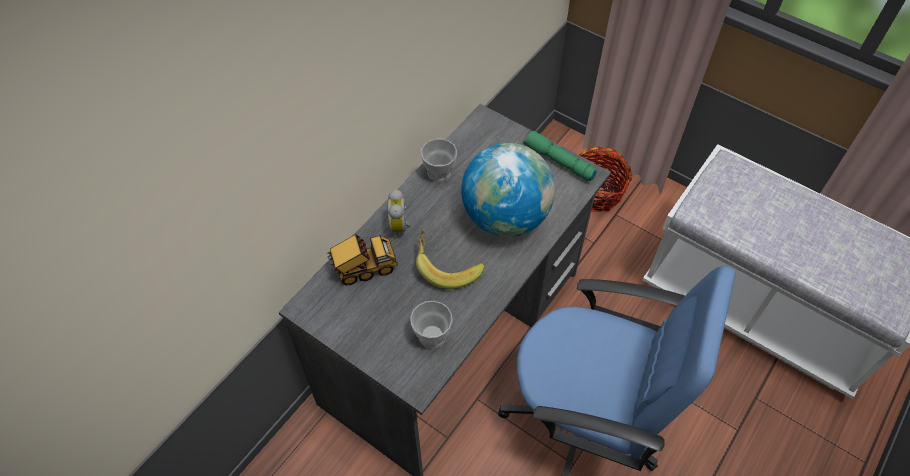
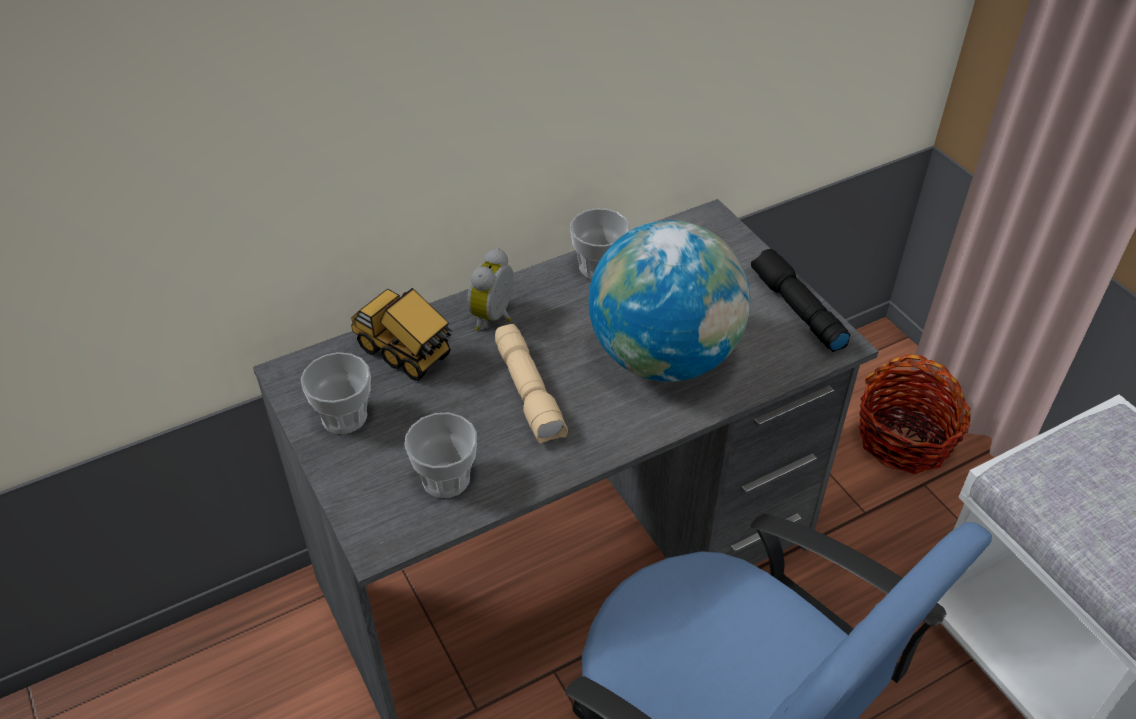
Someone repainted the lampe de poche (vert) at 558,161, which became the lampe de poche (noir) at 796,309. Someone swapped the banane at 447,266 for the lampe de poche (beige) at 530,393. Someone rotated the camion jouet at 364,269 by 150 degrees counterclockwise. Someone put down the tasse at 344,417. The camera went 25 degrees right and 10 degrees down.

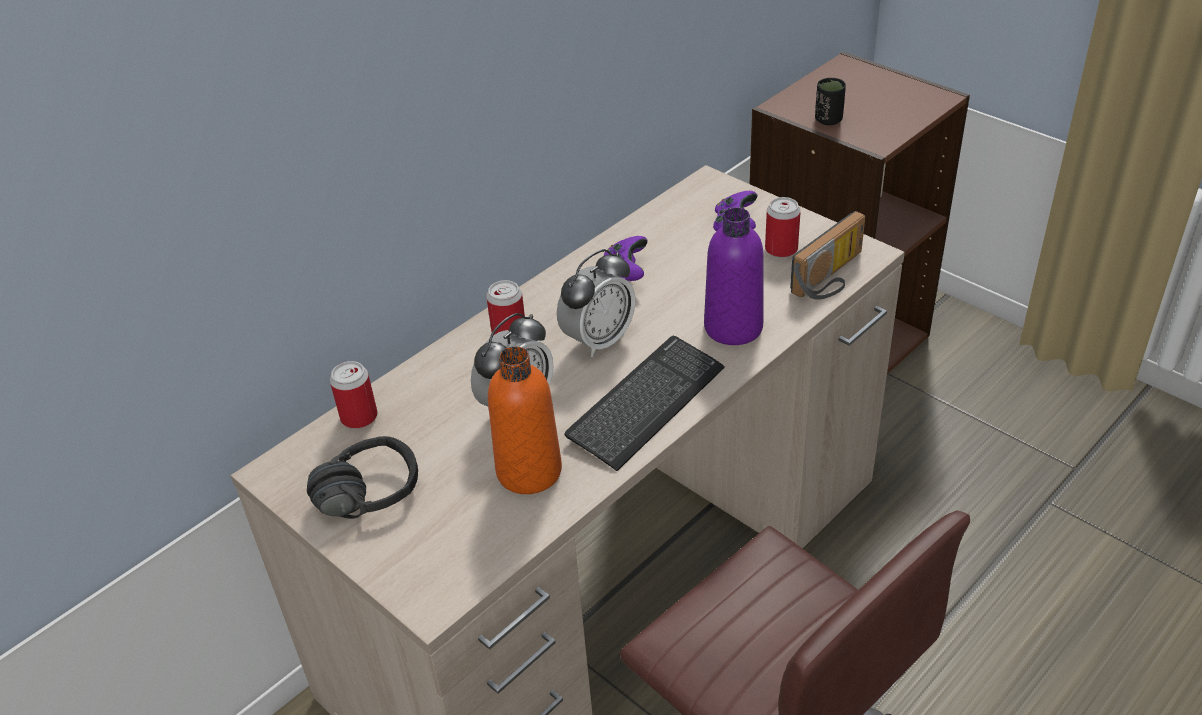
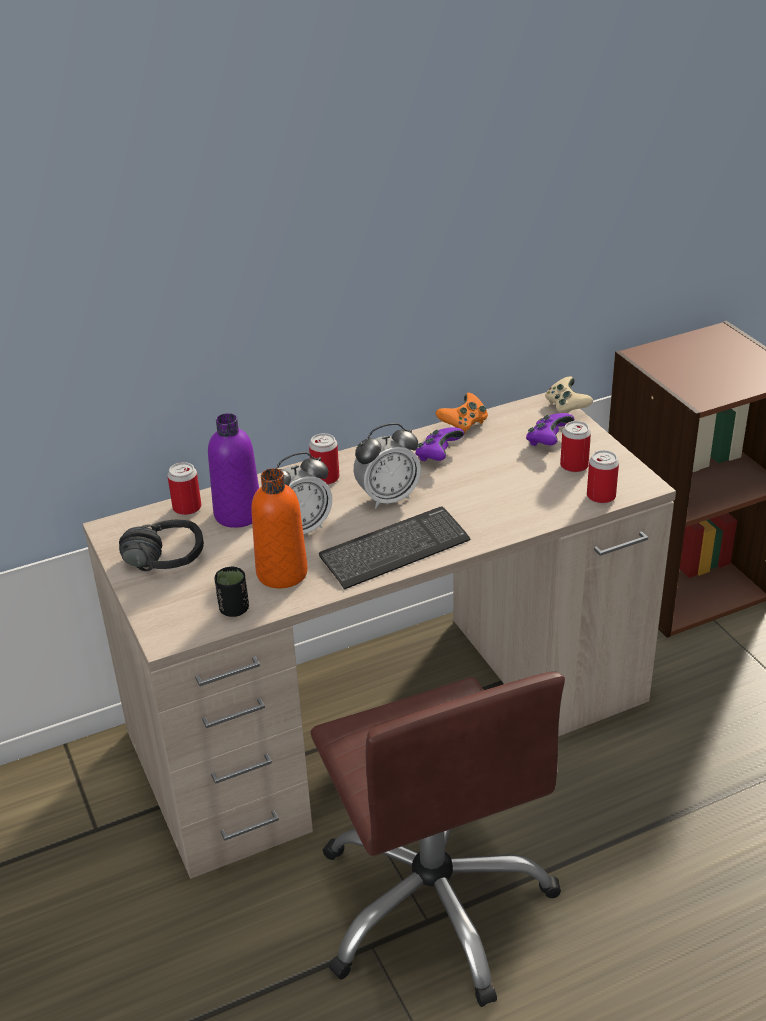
Someone carried the tasse (noir) from 828,120 to 234,609. Someone carried the bouteille (violet) from 733,327 to 238,514. Someone swapped the radio at 832,278 for the boîte métallique at 601,496. Someone put down the manette (beige) at 566,407. Someone put down the manette (orange) at 463,424. The camera went 20 degrees right and 5 degrees down.

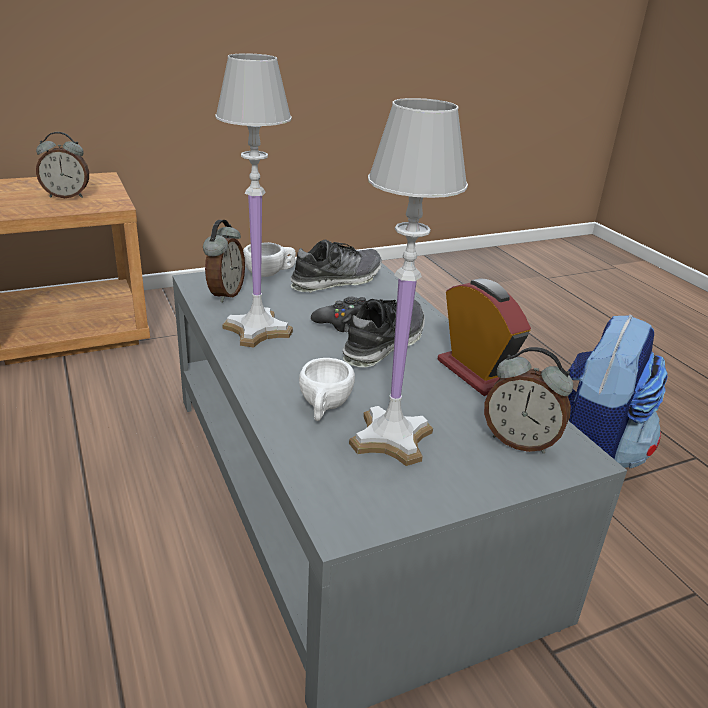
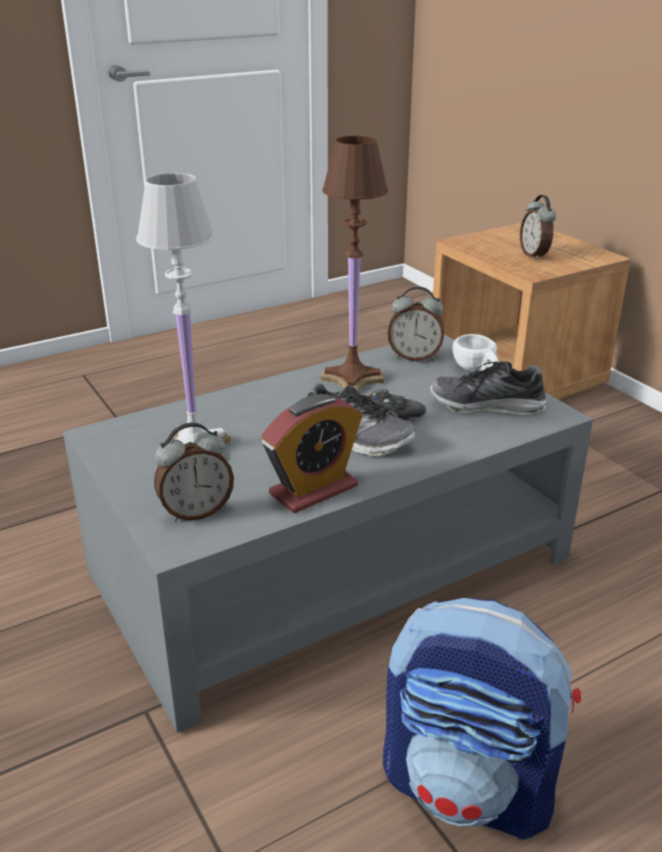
Someone repainted the lampe de table (blanc) at 257,329, which became the lampe de table (marron) at 353,378. Someone rotated the chaussure at 337,281 by 135 degrees clockwise. Someone rotated the réveil at 520,441 by 135 degrees counterclockwise. Someone took away the tasse (blanc) at 324,408. The camera went 85 degrees right and 0 degrees up.

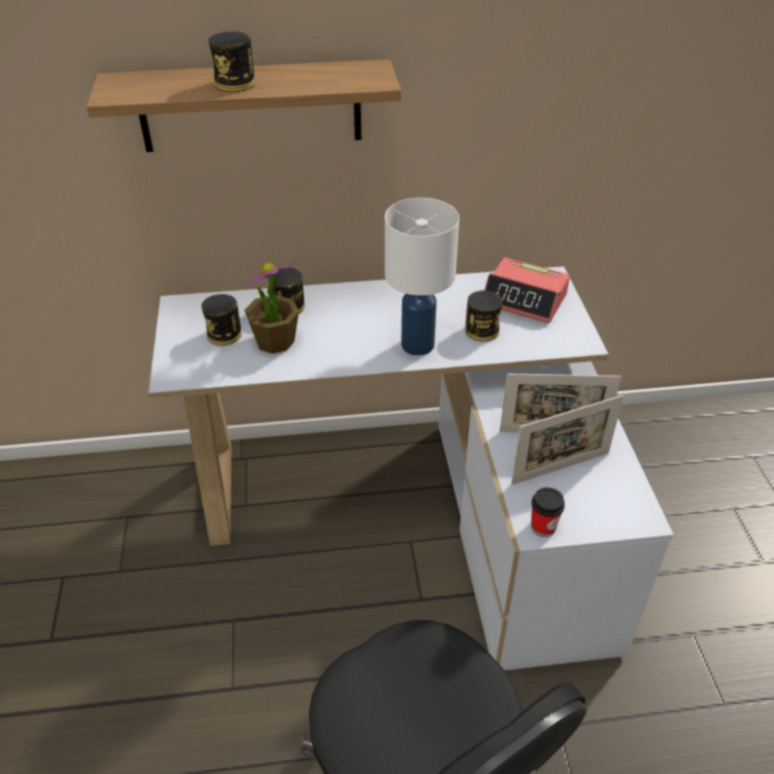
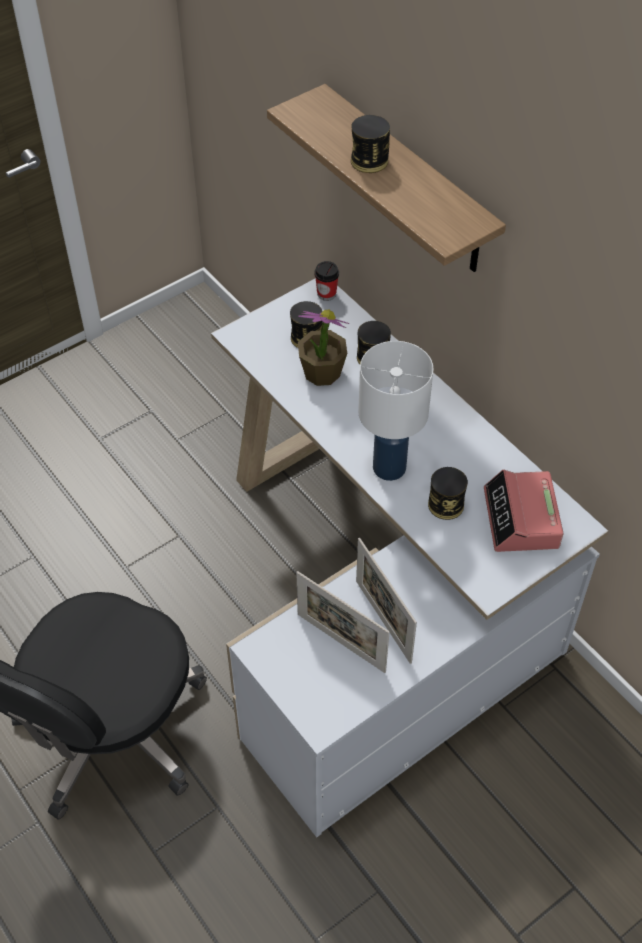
Someone carried the tasse from 543,527 to 326,294. The camera went 60 degrees right and 10 degrees up.

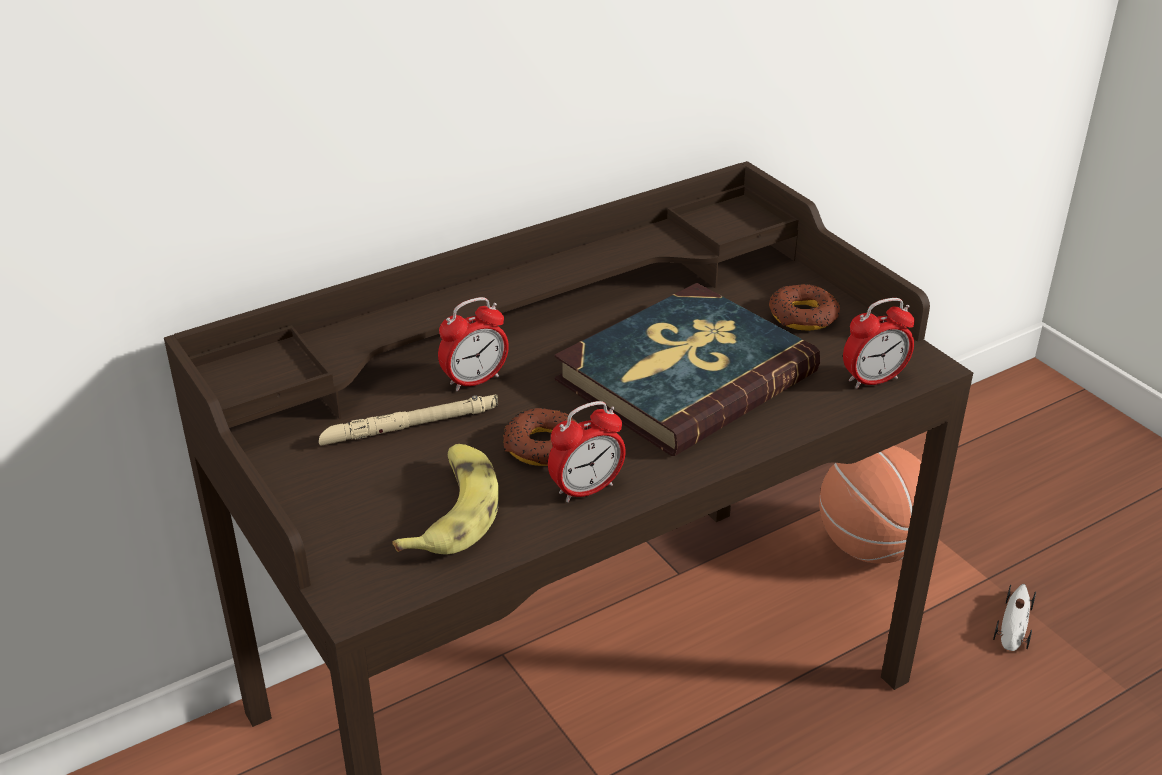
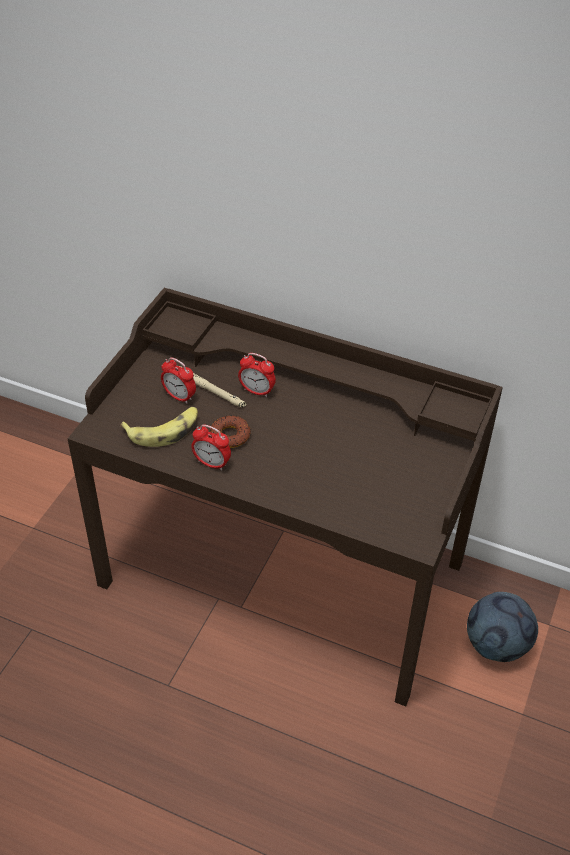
Someone took away the livre at 684,376. Someone took away the beignet at 803,316. Someone carried the réveil from 873,380 to 179,397. Someone swapped the ballon de basket at 871,545 for the ballon de foot at 496,645. Someone took away the petite voiture at 1015,621. The camera went 55 degrees right and 10 degrees up.

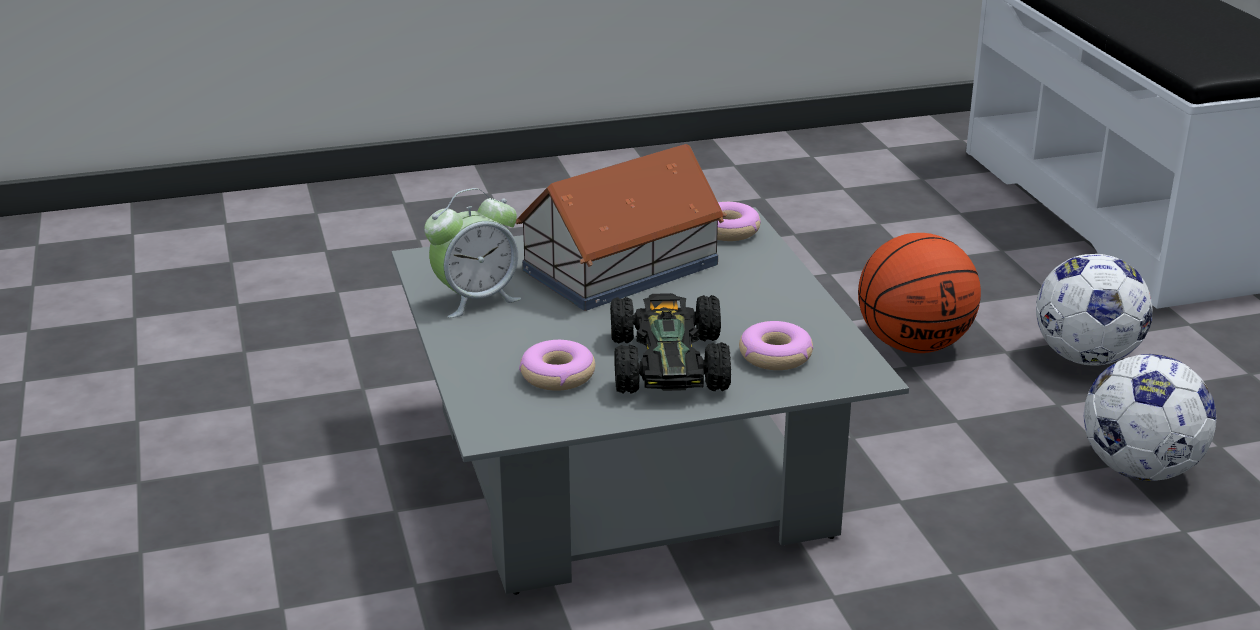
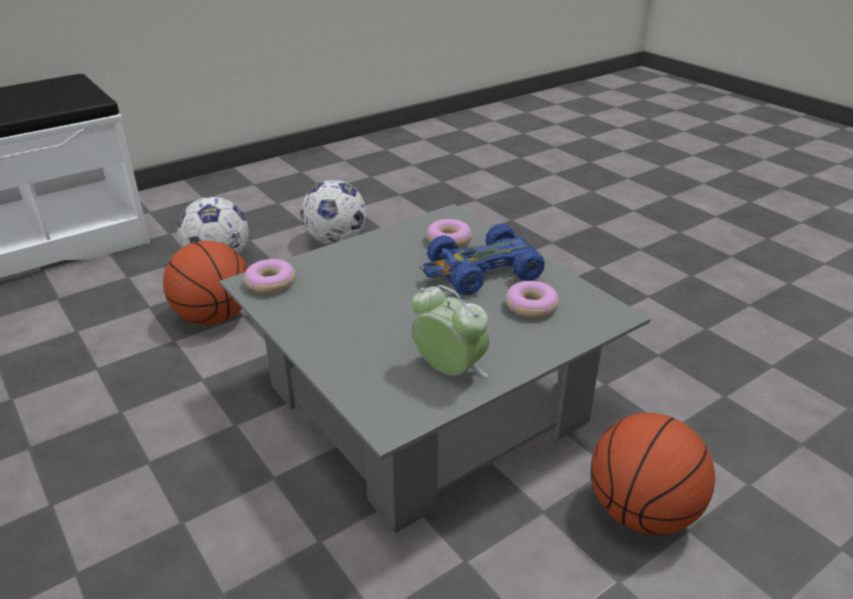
Someone took away the maison miniature at 618,267. Someone repainted the petite voiture (noir) at 667,361, which became the petite voiture (bleu) at 482,272. Someone put down the ballon de basket at 642,512. The camera went 110 degrees left and 5 degrees up.

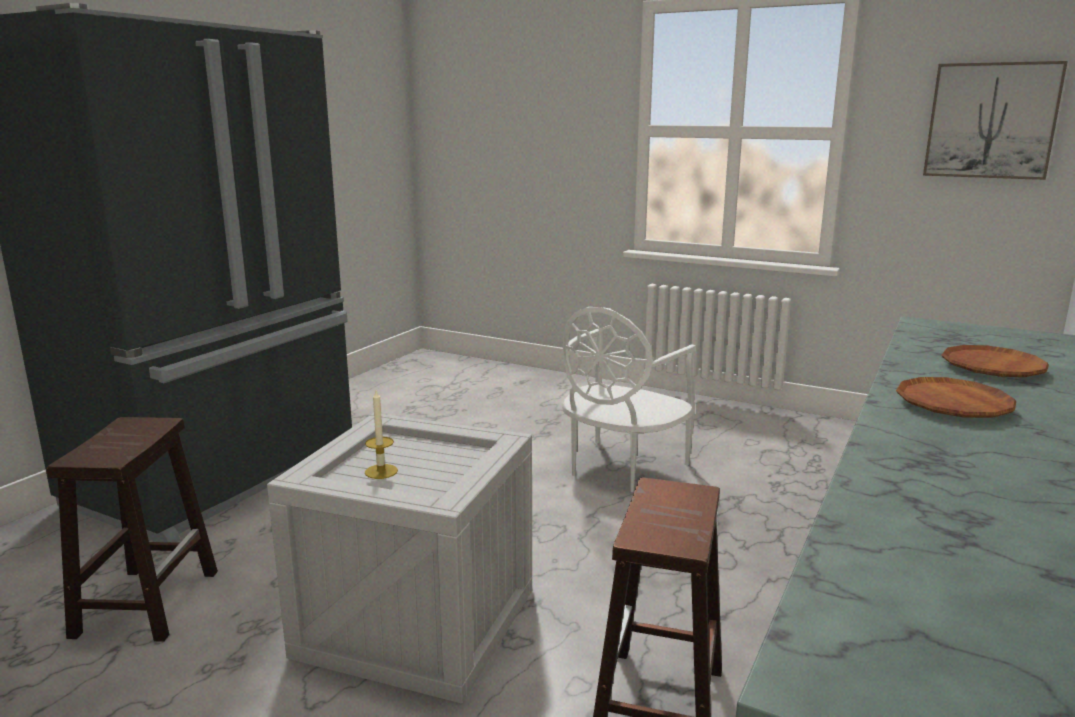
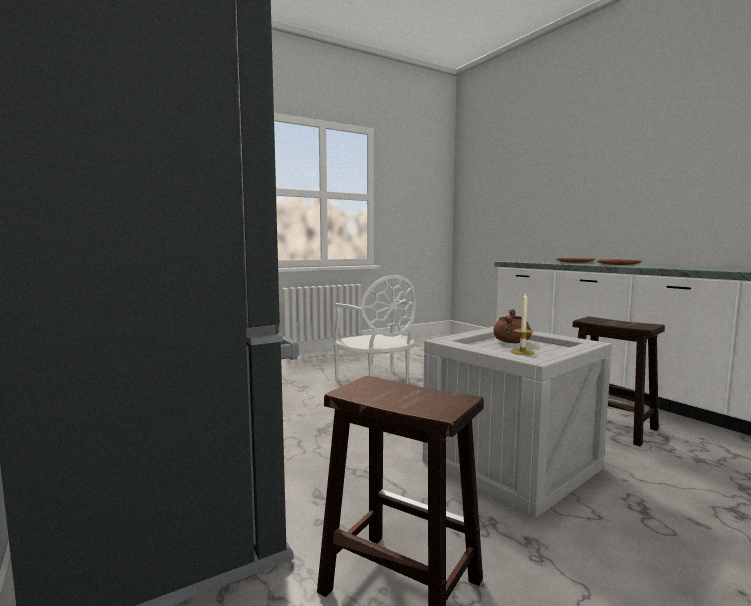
Someone took away the tableau at 991,121. Someone put down the marmite (marron) at 511,342. The camera went 60 degrees left and 10 degrees down.

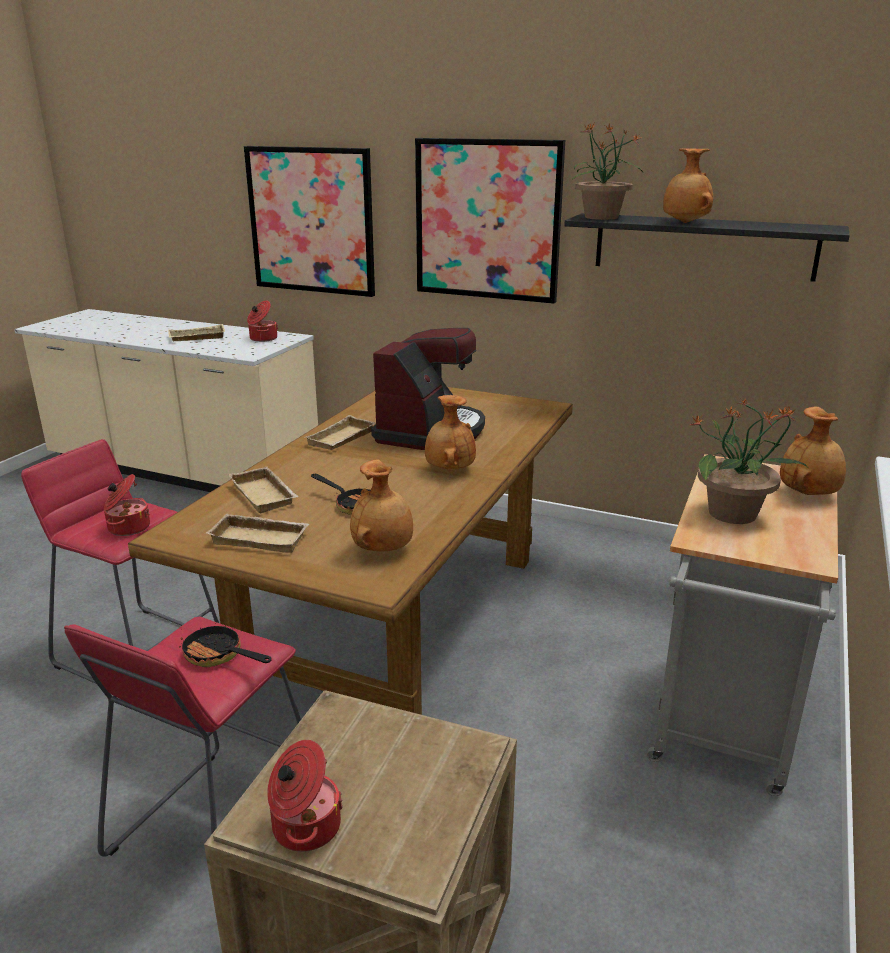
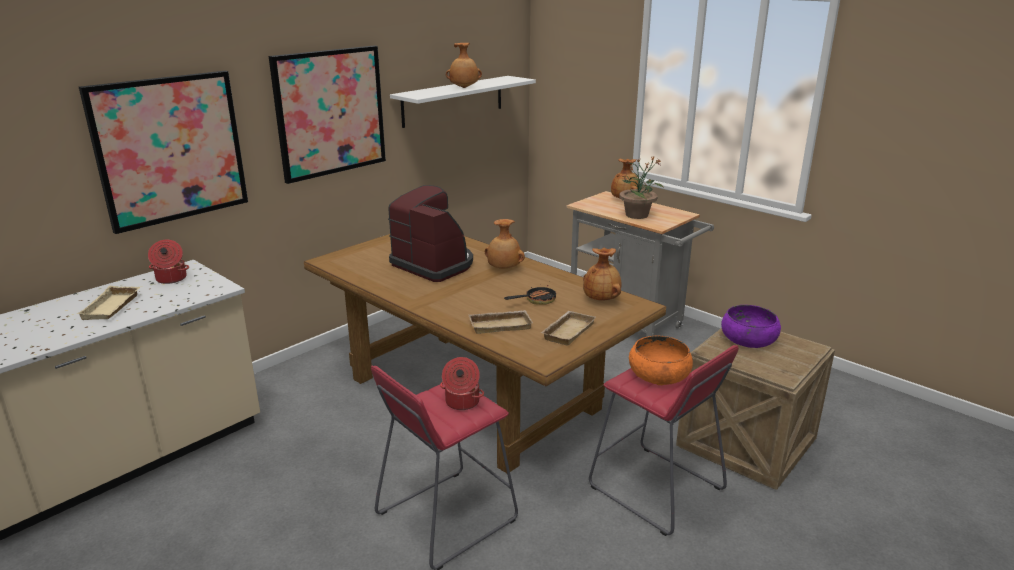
Someone took away the plante en pot at 601,217. Someone repainted the étagère (noir) at 703,246, which became the étagère (blanc) at 453,101. Someone took away the plateau (beige) at 342,439. Someone swapped the poêle at 219,656 for the bol (orange) at 659,374. Someone took away the marmite at 304,827. Someone put down the bol (violet) at 748,339. The camera went 70 degrees left and 0 degrees up.

